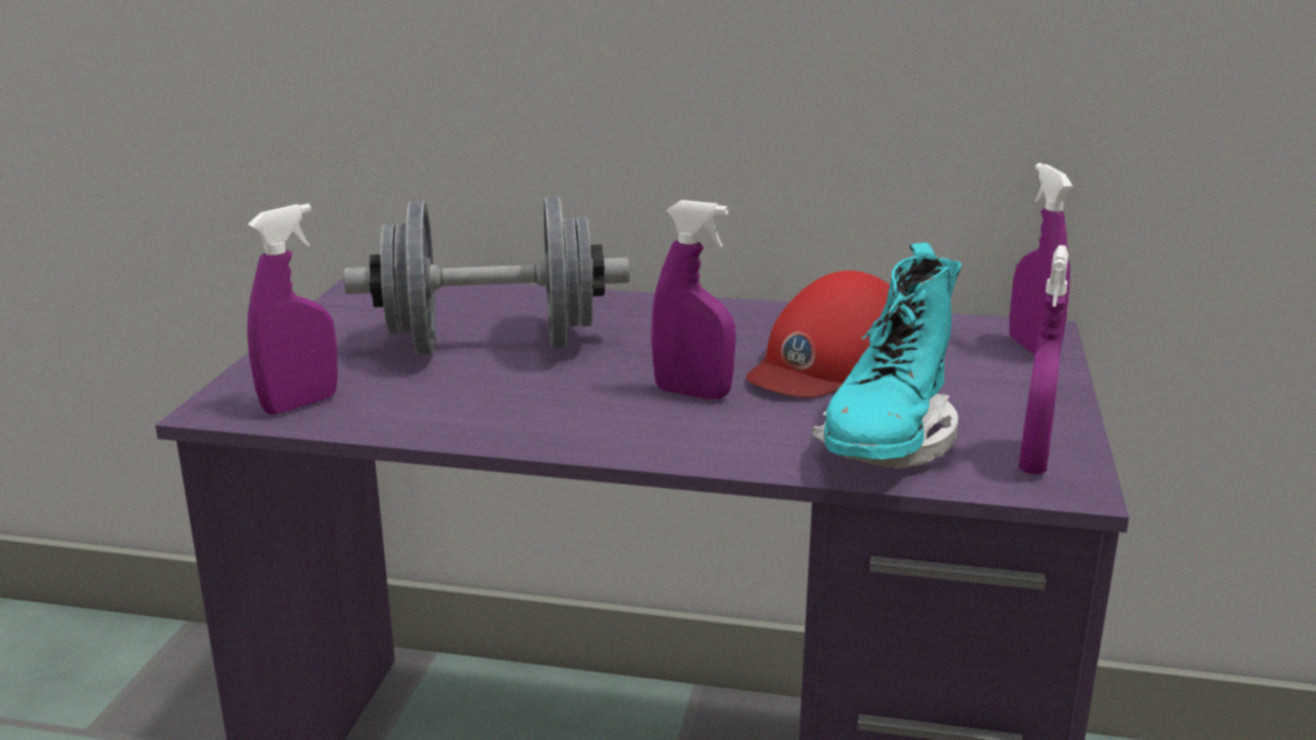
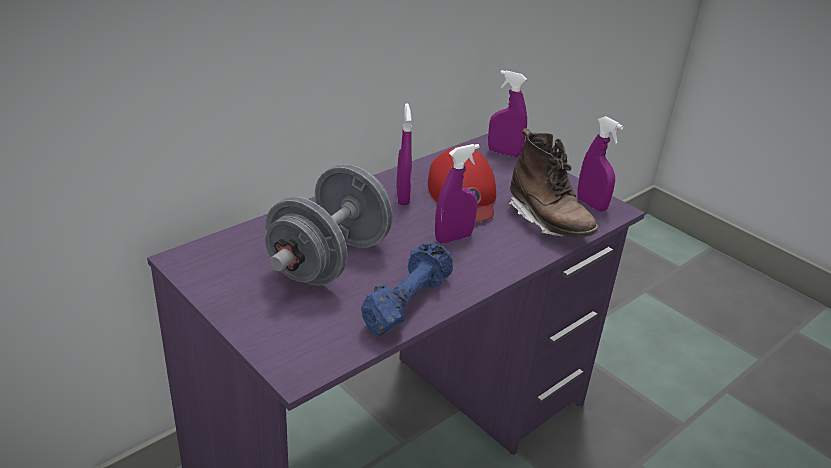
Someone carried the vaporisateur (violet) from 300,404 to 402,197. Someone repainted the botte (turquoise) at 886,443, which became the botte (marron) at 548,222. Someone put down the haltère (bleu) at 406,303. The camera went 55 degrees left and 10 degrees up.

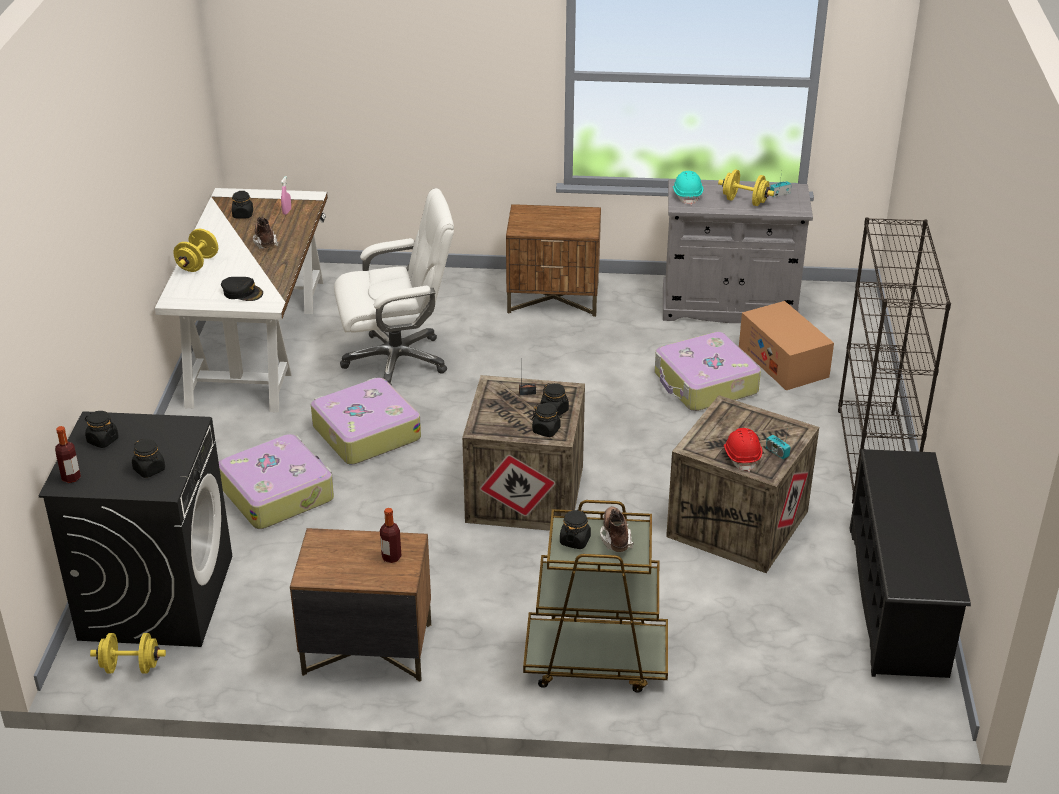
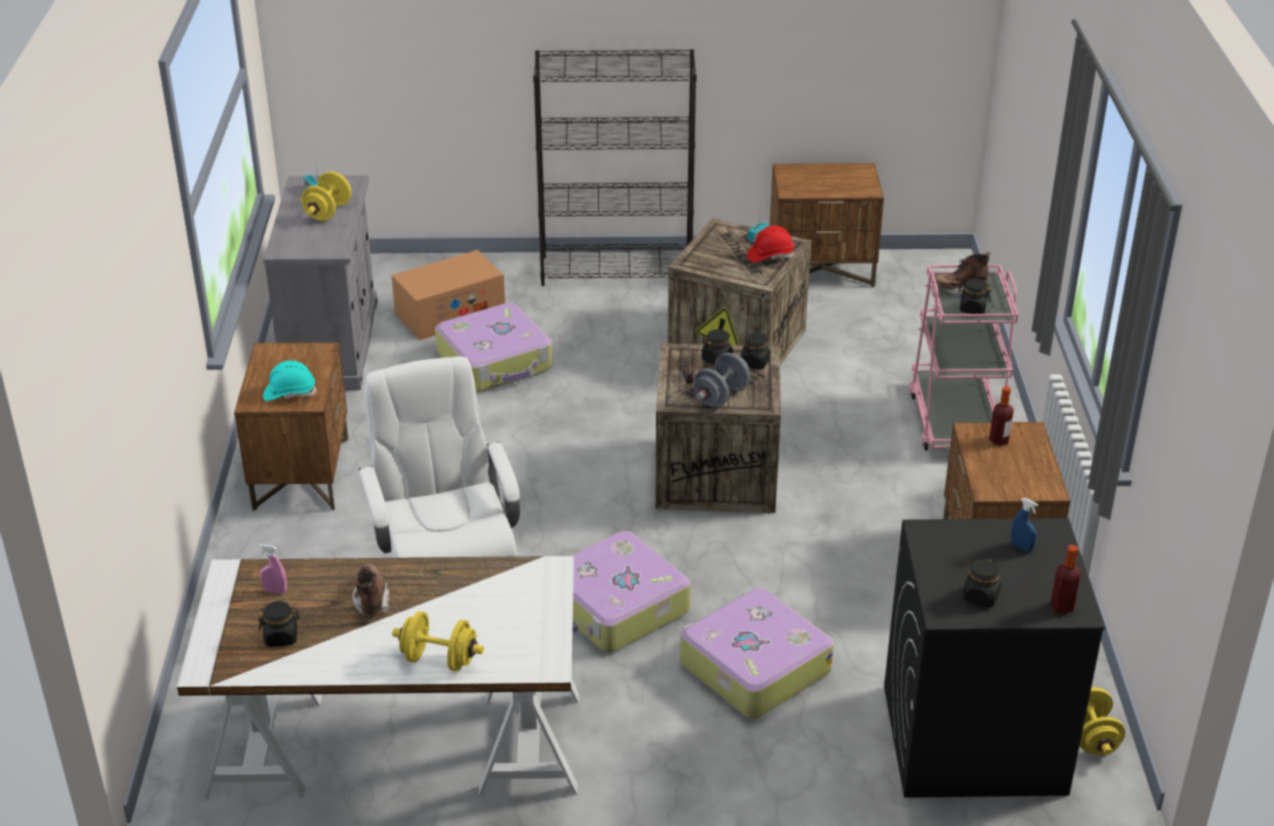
Someone carried the casque de chantier (turquoise) from 687,195 to 289,393. Someone rotated the botte (marron) at 265,241 by 105 degrees clockwise. Someone took away the casquette (noir) at 242,292. Someone swapped the bocal (noir) at 149,469 for the vaporisateur (bleu) at 1021,547. Someone swapped the étagère à chaussures (noir) at 897,600 for the table de chevet (marron) at 822,269. Someone repainted the chariot (marron) at 595,660, which became the chariot (rose) at 955,421. Someone put down the haltère (gris) at 721,396. The camera went 95 degrees left and 0 degrees up.

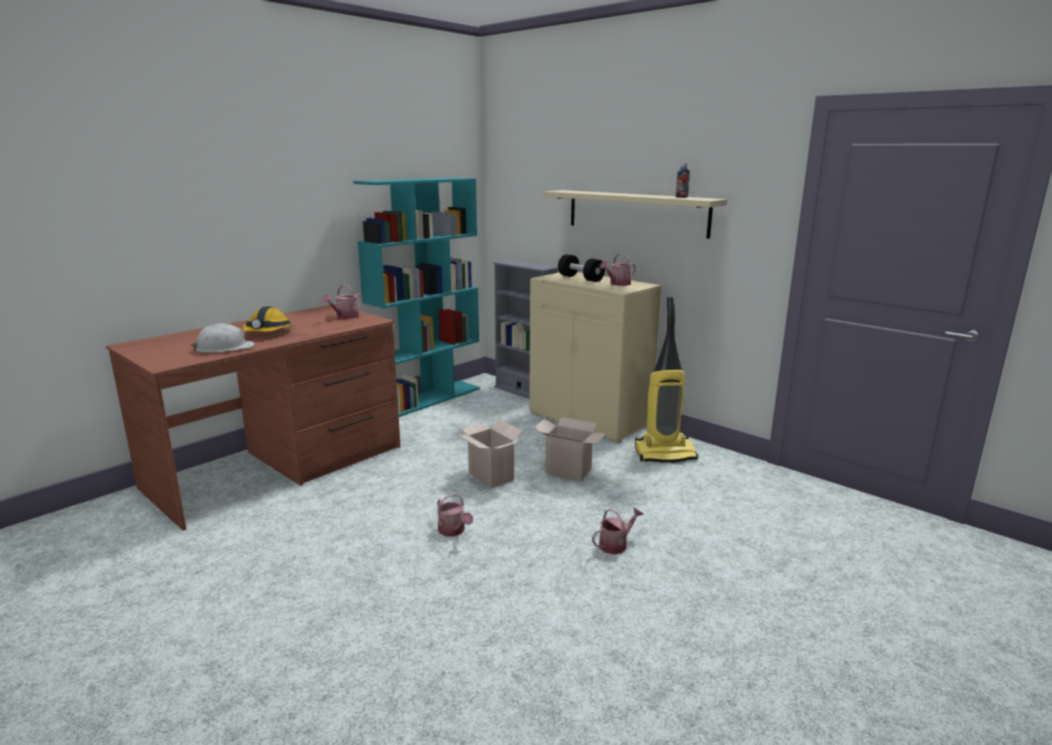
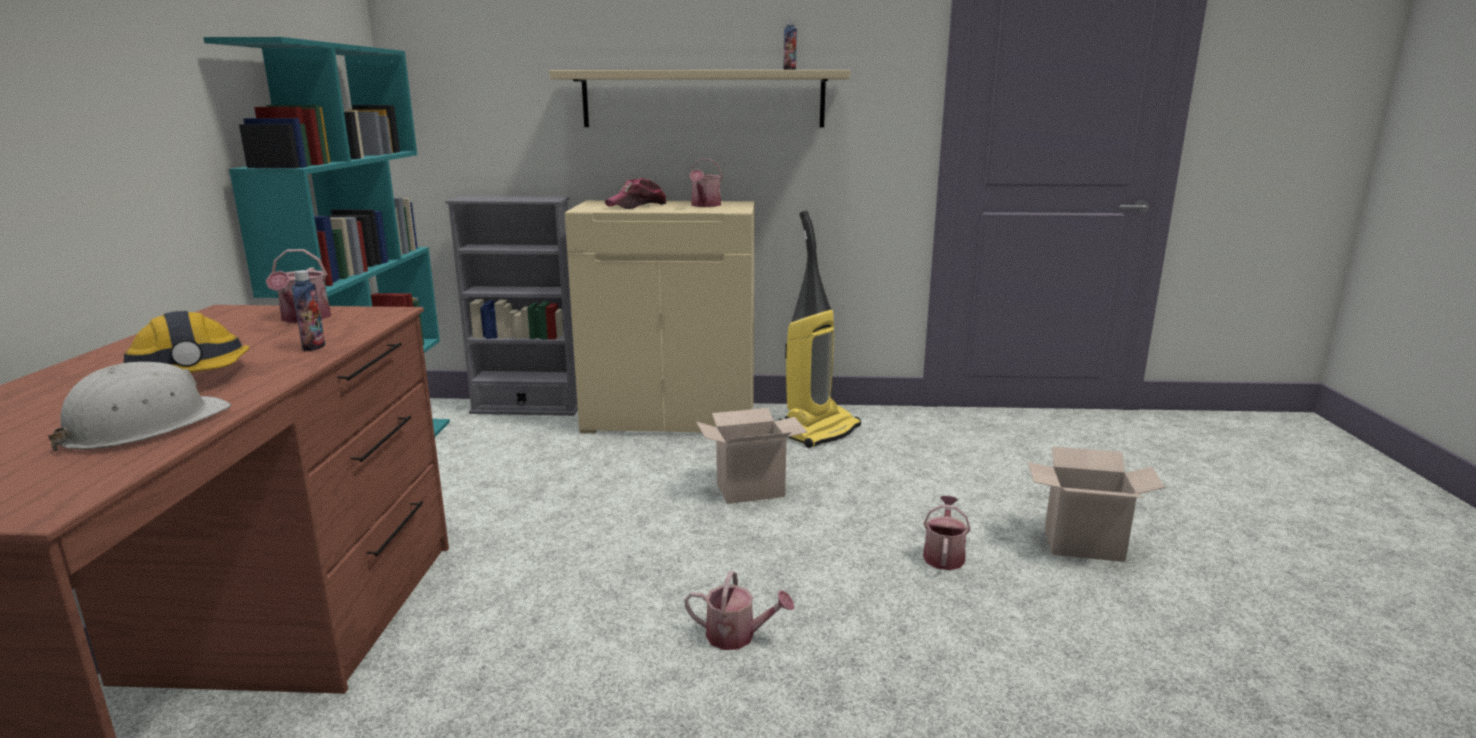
Someone swapped the haltère (noir) at 580,278 for the casquette at 637,205. Someone carried the carton from 489,476 to 1081,546. Someone put down the bouteille at 314,347. The camera went 40 degrees left and 0 degrees up.

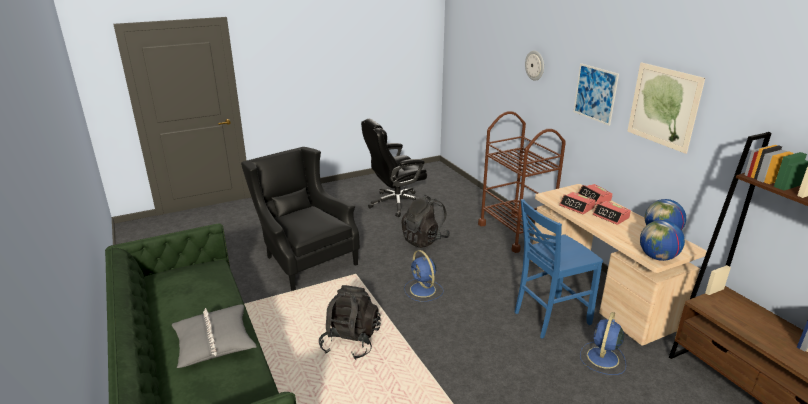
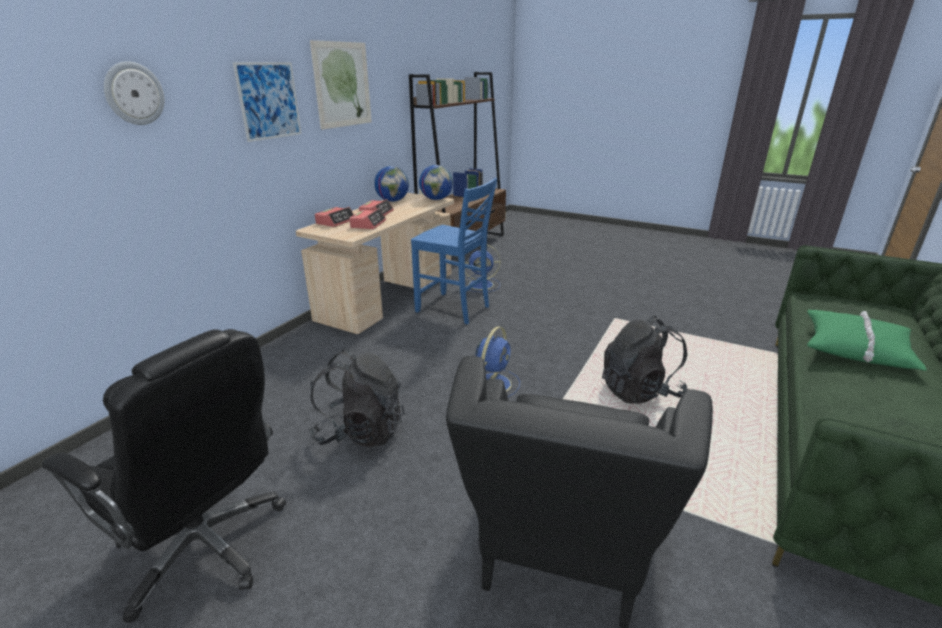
Someone took away the chariot (marron) at 515,232. Someone repainted the coussin (gris) at 214,342, which became the coussin (vert) at 856,348. The camera went 125 degrees left and 0 degrees up.

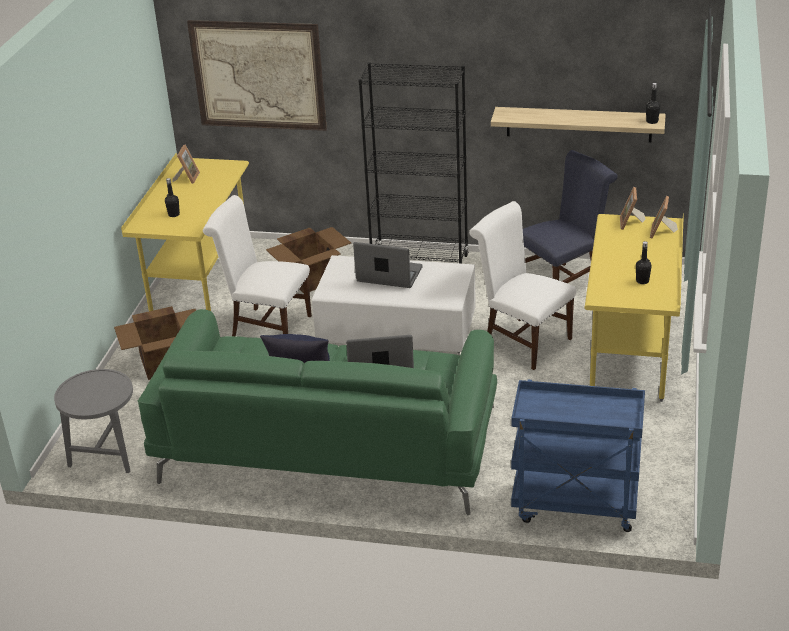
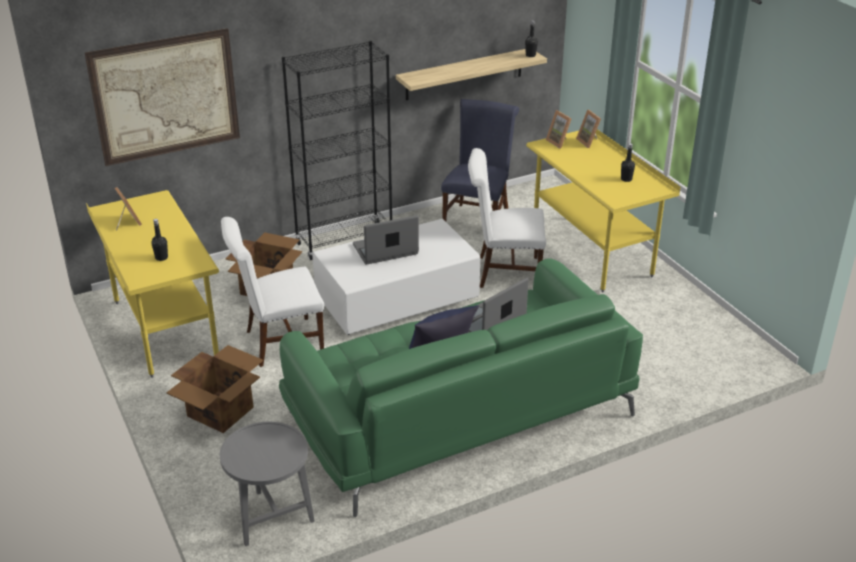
Someone took away the chariot (bleu) at 574,506. The camera went 40 degrees left and 0 degrees up.

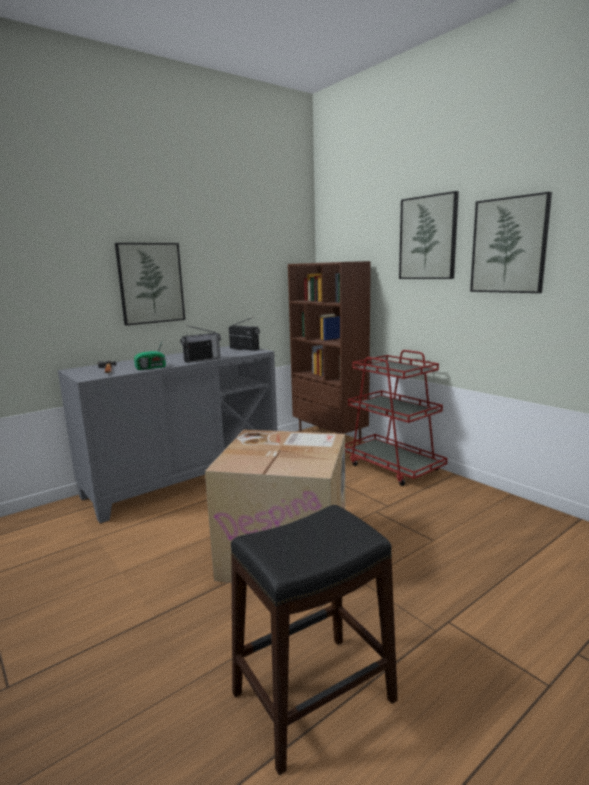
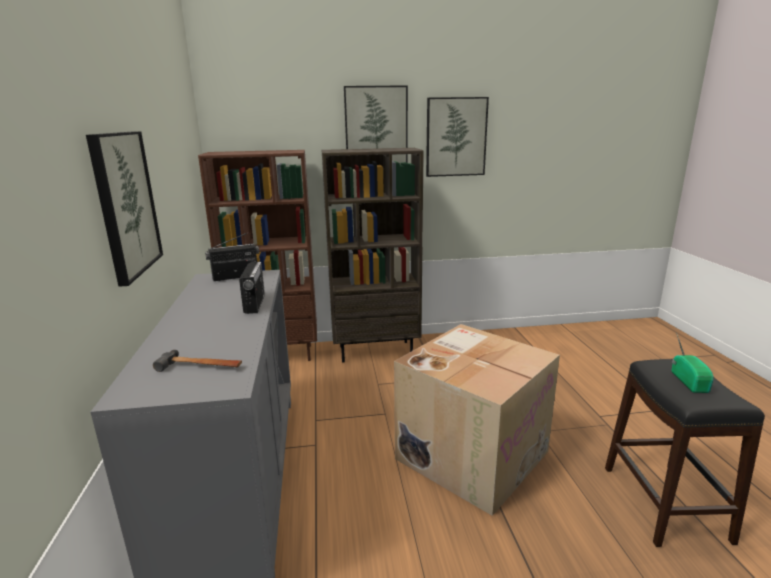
Someone carried the radio from 151,367 to 690,381. Someone swapped the chariot (rouge) at 392,467 for the bibliothèque (marron) at 376,351. The camera went 60 degrees left and 5 degrees up.

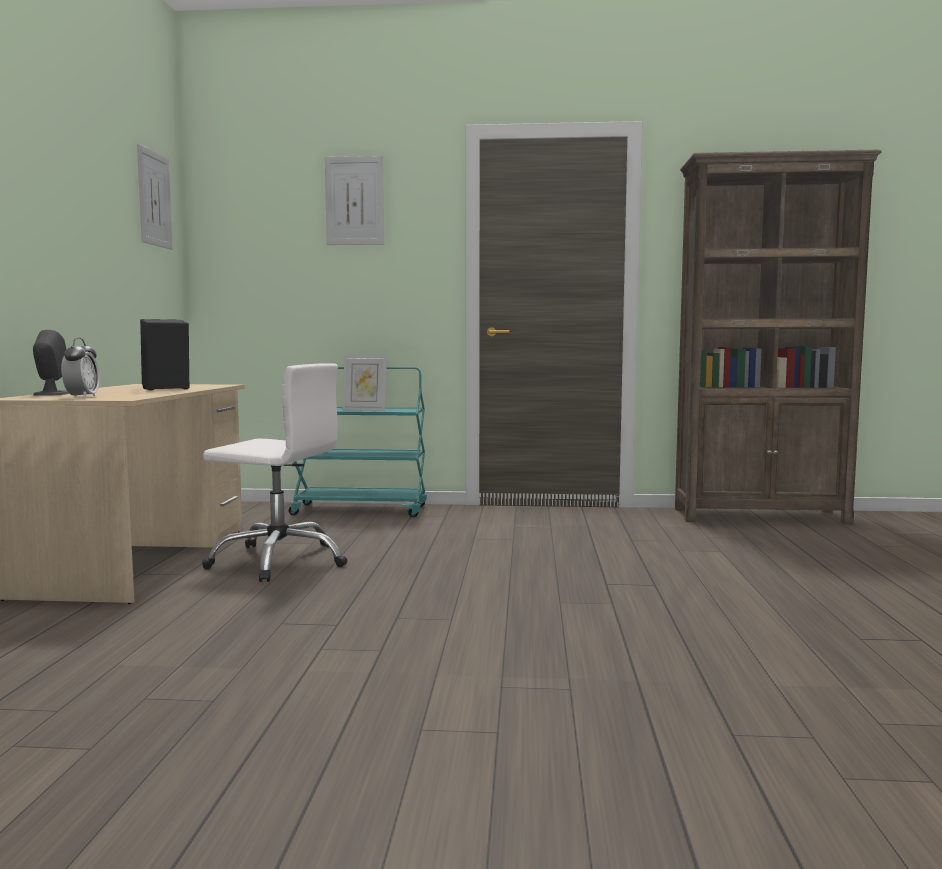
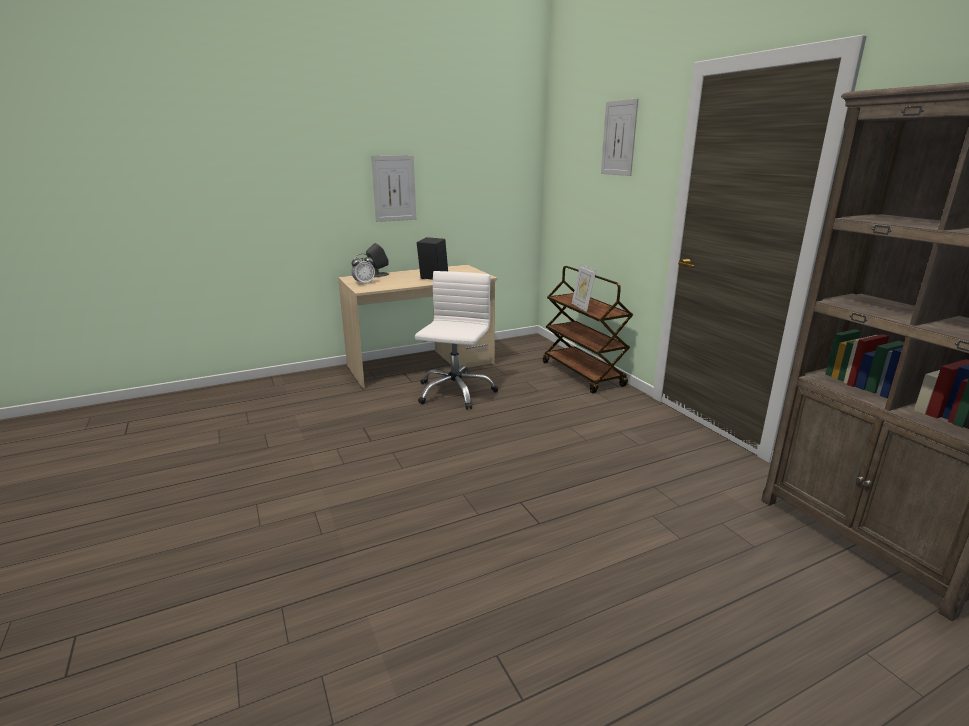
Someone carried the tableau from 154,199 to 394,188. Someone rotated the chaise de bureau (blanc) at 279,561 by 150 degrees counterclockwise. Someone repainted the chariot (turquoise) at 361,510, which became the chariot (marron) at 583,374. The camera went 60 degrees right and 15 degrees up.

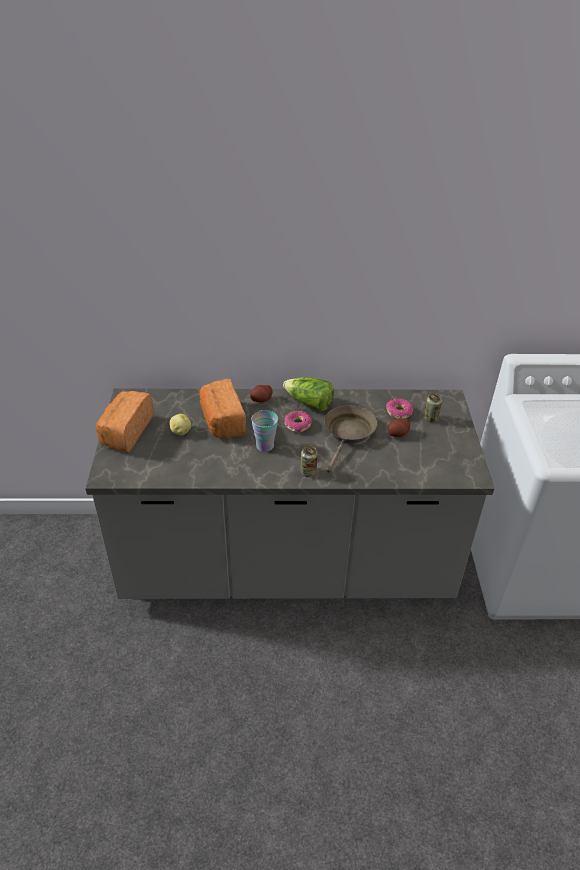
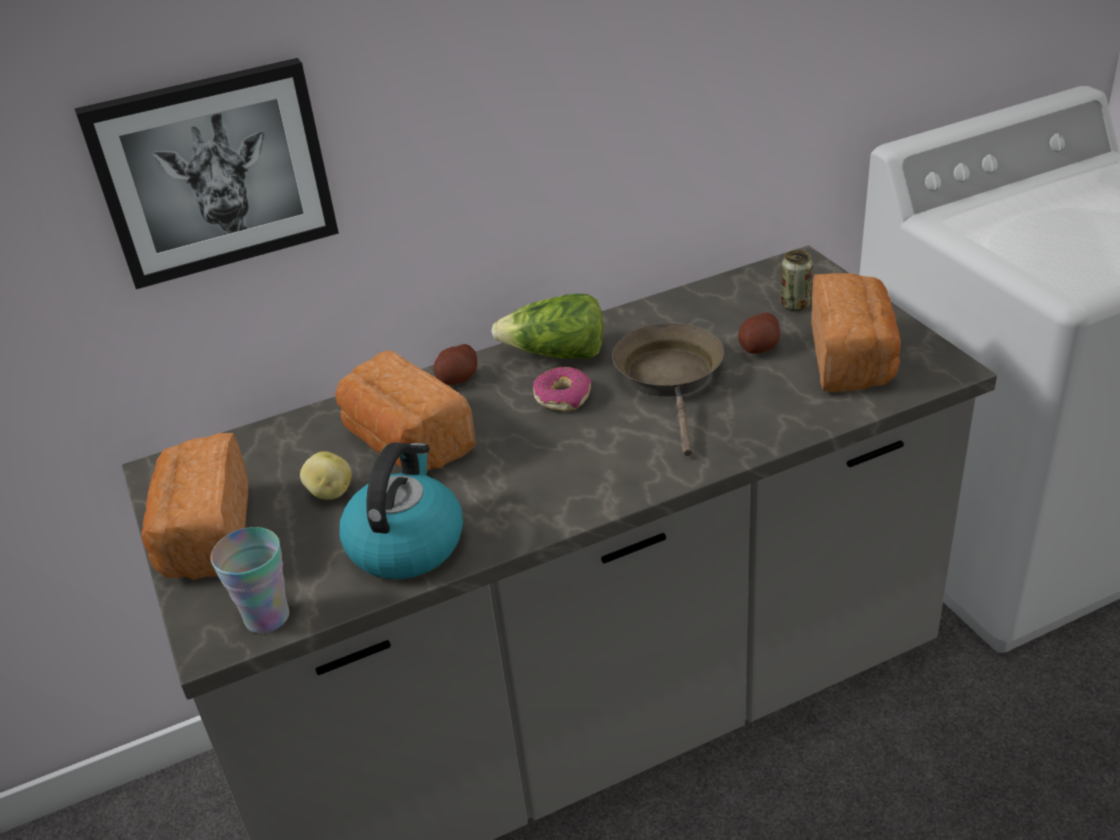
Someone took away the beignet at 398,412. Someone carried the tasse from 265,446 to 267,617. Someone took away the boîte métallique at 308,472. Someone put up the tableau at 213,172. Someone put down the pain at 852,359. Someone put down the bouilloire at 406,543. The camera went 20 degrees left and 5 degrees down.

